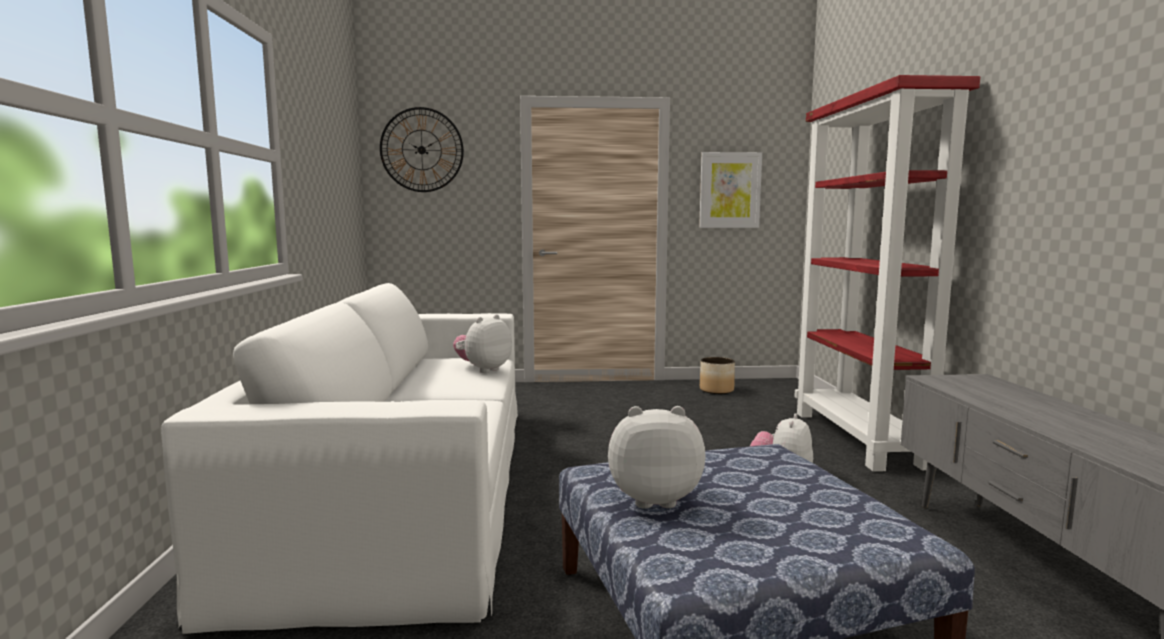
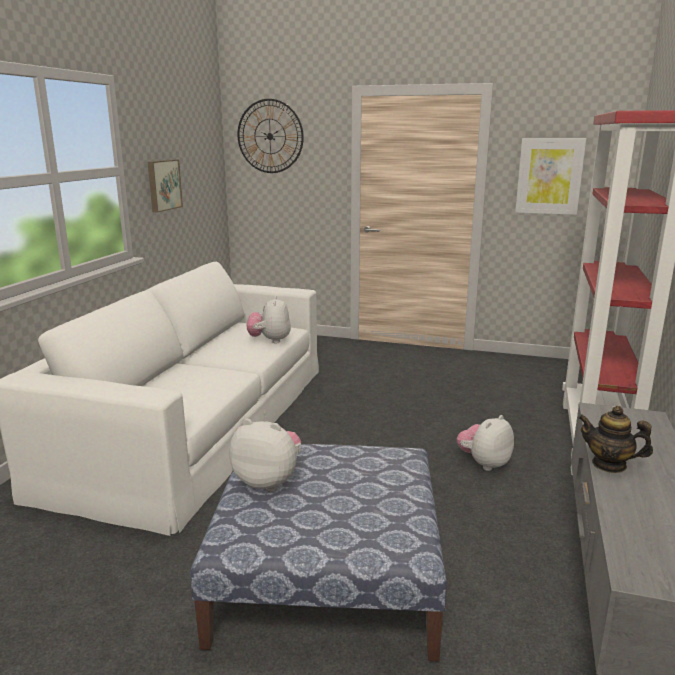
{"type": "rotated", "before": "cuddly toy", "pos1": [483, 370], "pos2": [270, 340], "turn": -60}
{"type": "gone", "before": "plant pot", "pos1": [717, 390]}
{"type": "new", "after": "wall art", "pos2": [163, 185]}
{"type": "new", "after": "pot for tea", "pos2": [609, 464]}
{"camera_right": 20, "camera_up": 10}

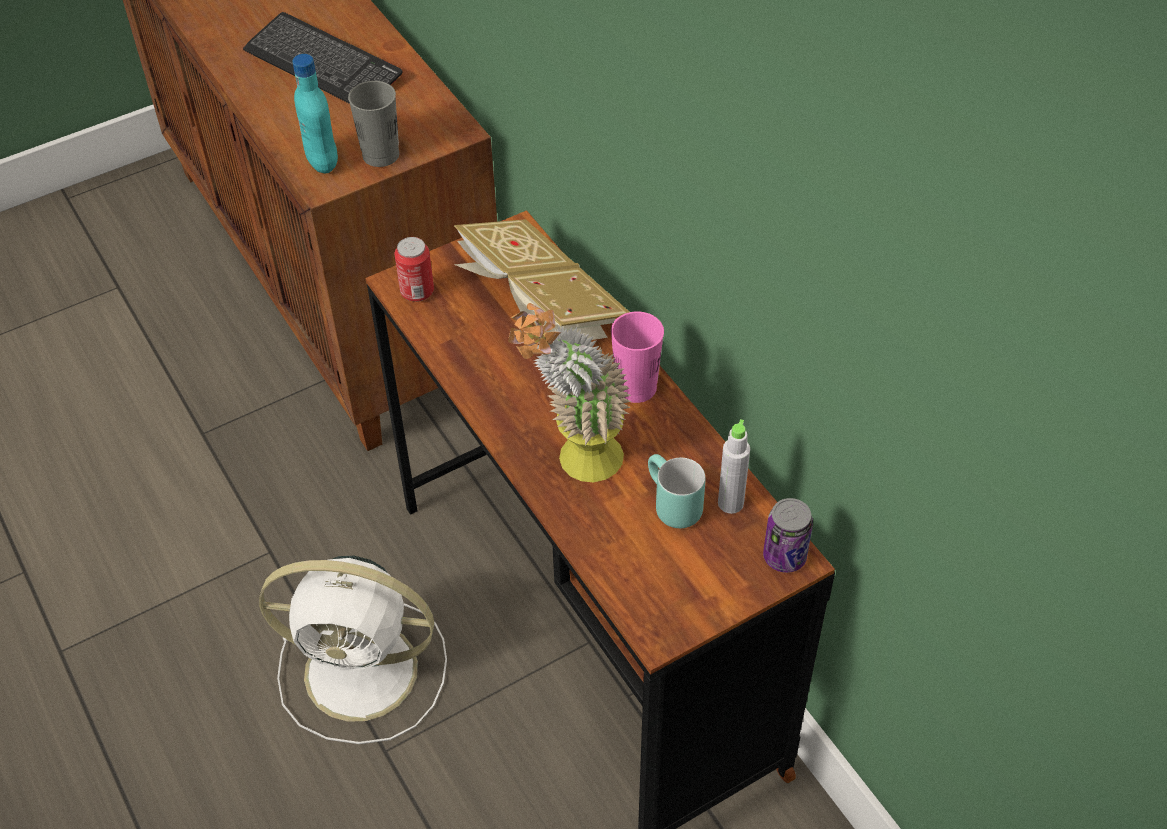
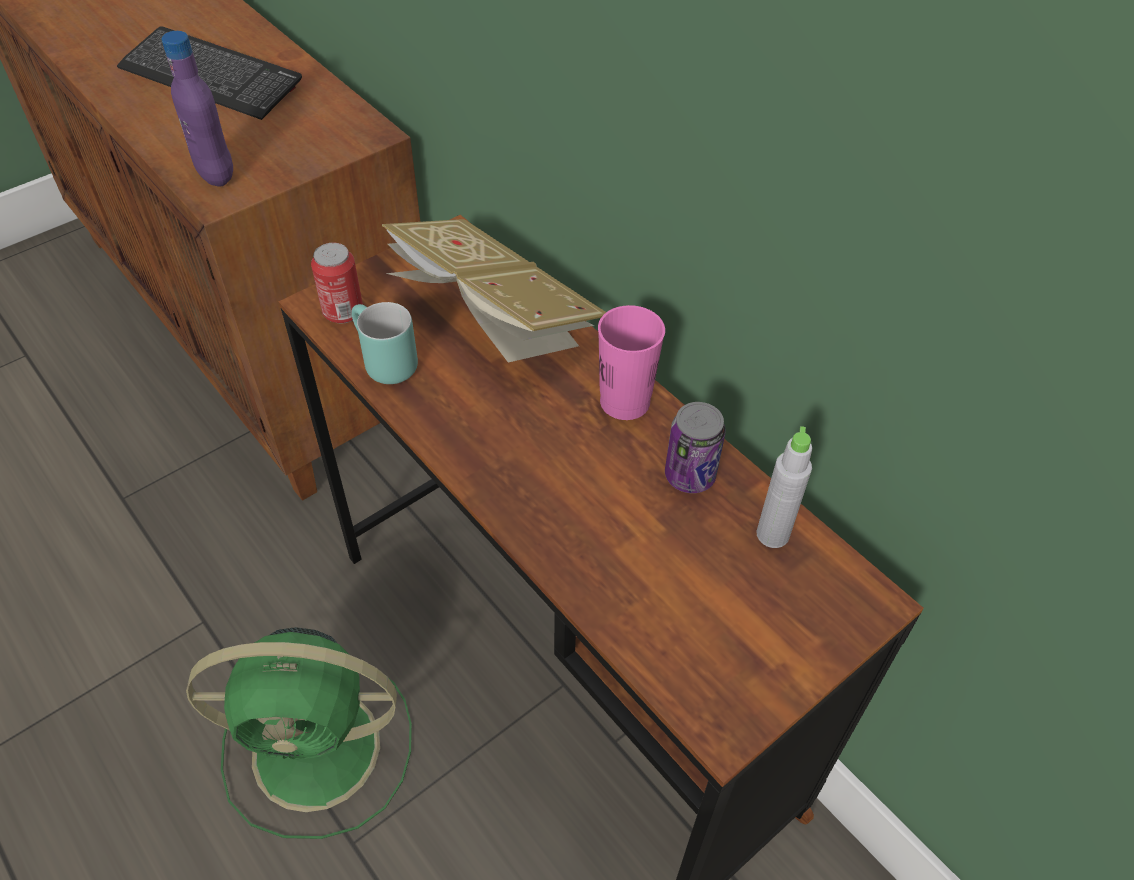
{"type": "repainted", "before": "blue-green beverage bottle", "after": "purple-coloured beverage bottle", "pos1": [322, 162], "pos2": [216, 174]}
{"type": "gone", "before": "grey cup", "pos1": [381, 155]}
{"type": "gone", "before": "plant in a pot", "pos1": [575, 464]}
{"type": "shifted", "before": "blue-green mug", "pos1": [669, 506], "pos2": [381, 363]}
{"type": "shifted", "before": "can", "pos1": [784, 557], "pos2": [689, 476]}
{"type": "repainted", "before": "whitish fan", "after": "greenish fan", "pos1": [366, 671], "pos2": [322, 748]}
{"camera_right": -10, "camera_up": 0}

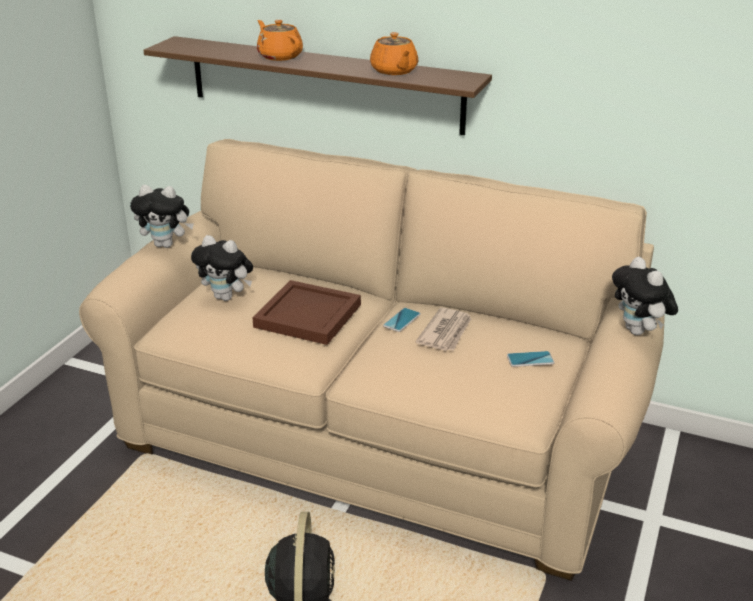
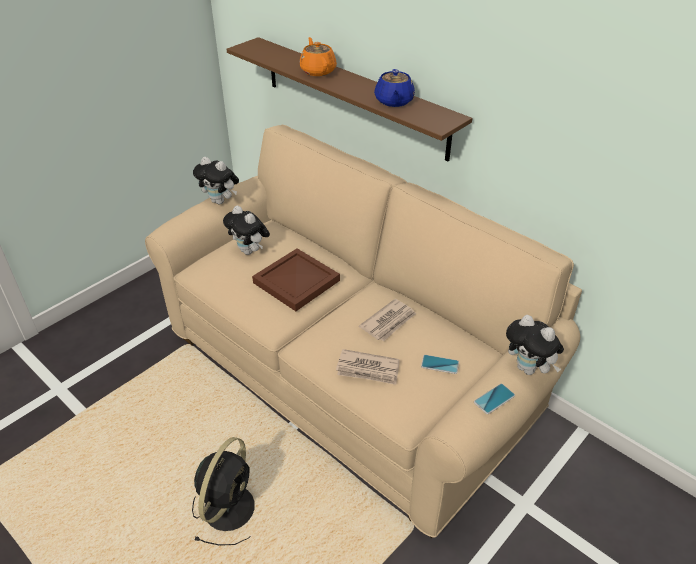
{"type": "repainted", "before": "orangey pot for tea", "after": "bluish pot for tea", "pos1": [394, 71], "pos2": [394, 101]}
{"type": "rotated", "before": "cuddly toy", "pos1": [639, 331], "pos2": [529, 369], "turn": -45}
{"type": "shifted", "before": "handset", "pos1": [402, 320], "pos2": [494, 399]}
{"type": "new", "after": "printed paper", "pos2": [368, 369]}
{"camera_right": 20, "camera_up": 10}

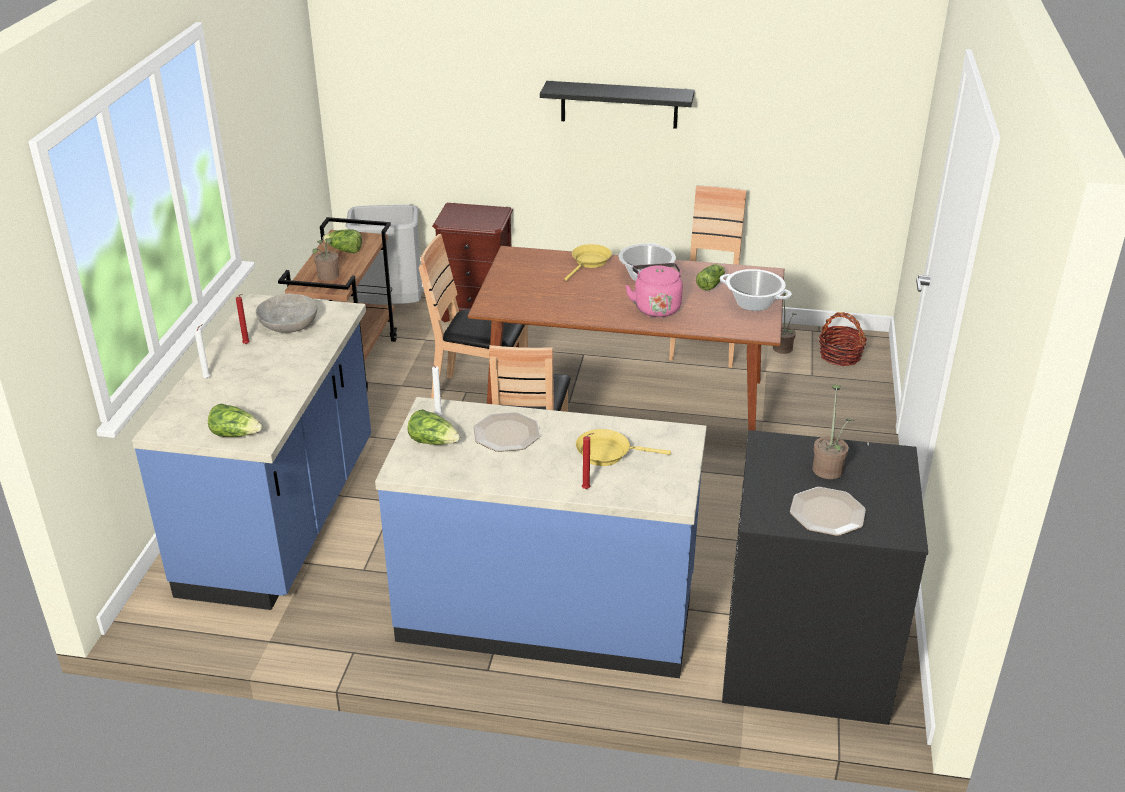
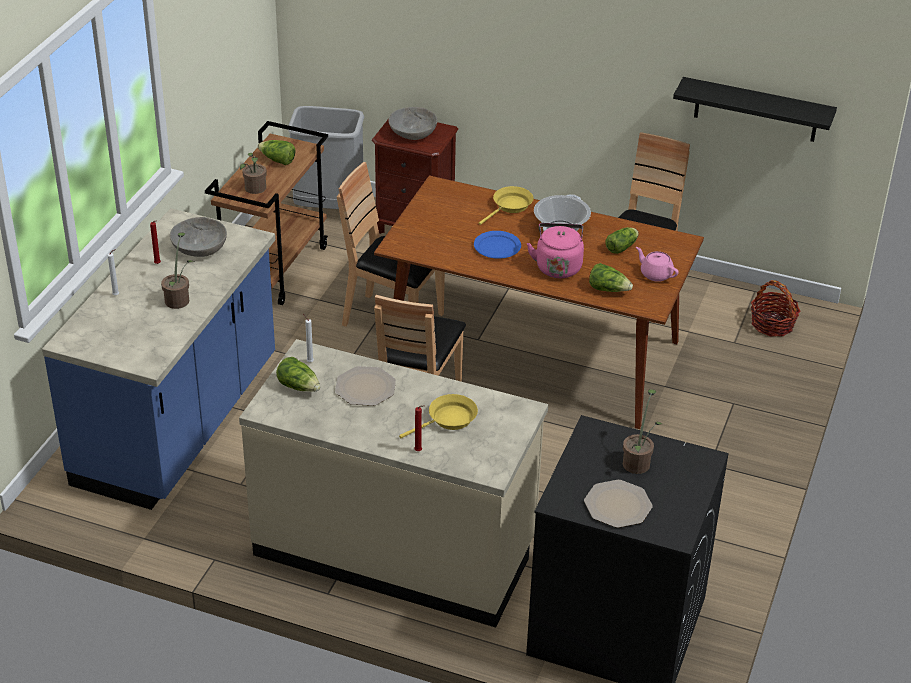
{"type": "shifted", "before": "black-coloured wall shelf", "pos1": [619, 104], "pos2": [756, 110]}
{"type": "swapped", "before": "stockpot", "after": "pink pot for tea", "pos1": [753, 303], "pos2": [655, 274]}
{"type": "shifted", "before": "plant in a pot", "pos1": [782, 346], "pos2": [179, 299]}
{"type": "repainted", "before": "bluish counter", "after": "beige counter", "pos1": [547, 612], "pos2": [395, 548]}
{"type": "shifted", "before": "head of lettuce", "pos1": [236, 434], "pos2": [608, 289]}
{"type": "rotated", "before": "yellow skillet", "pos1": [608, 454], "pos2": [449, 420], "turn": 135}
{"type": "new", "after": "grey bowl", "pos2": [412, 133]}
{"type": "new", "after": "bluish plate", "pos2": [496, 247]}
{"camera_right": 10, "camera_up": 5}

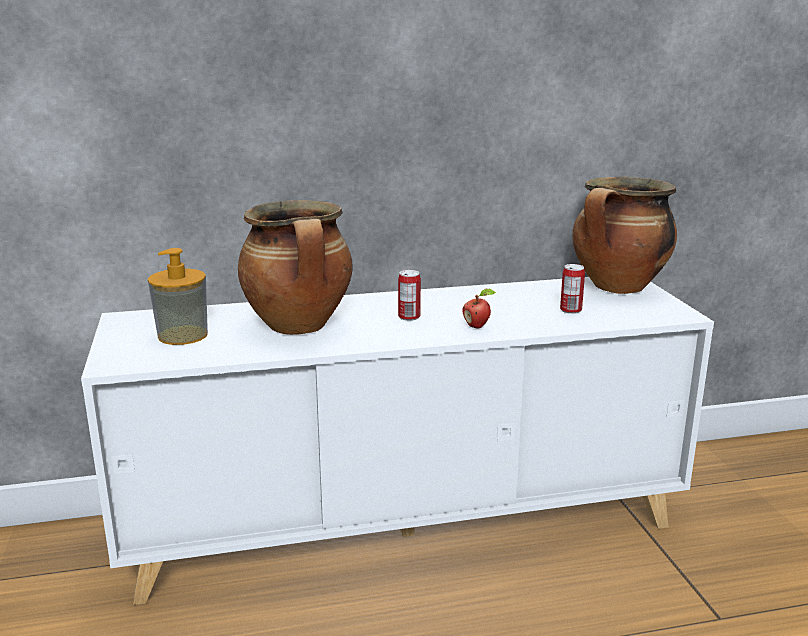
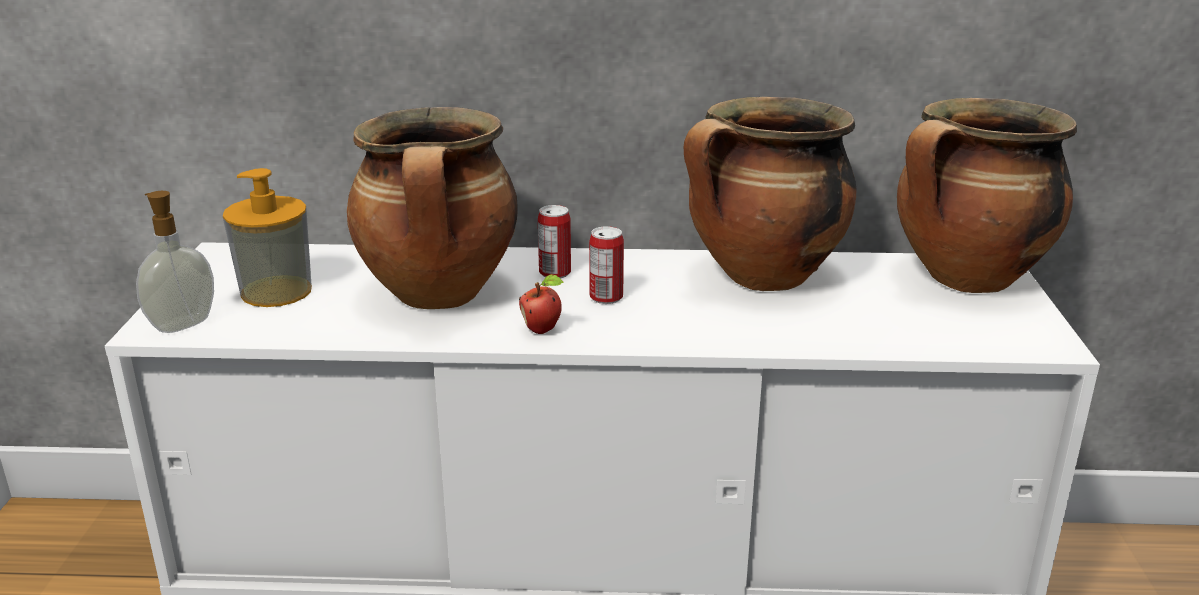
{"type": "shifted", "before": "can", "pos1": [570, 310], "pos2": [555, 273]}
{"type": "shifted", "before": "apple", "pos1": [477, 326], "pos2": [543, 330]}
{"type": "new", "after": "stockpot", "pos2": [763, 278]}
{"type": "new", "after": "soap bottle", "pos2": [182, 324]}
{"camera_right": 15, "camera_up": 5}

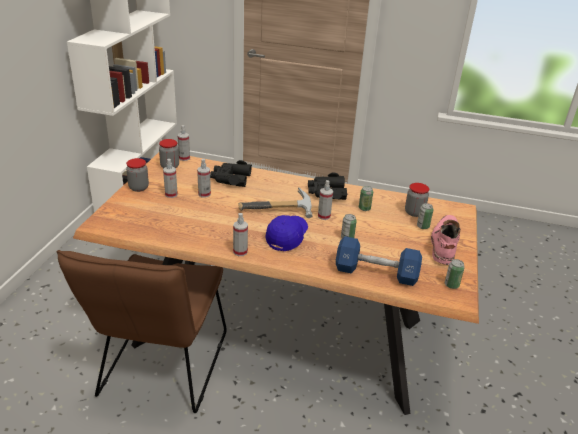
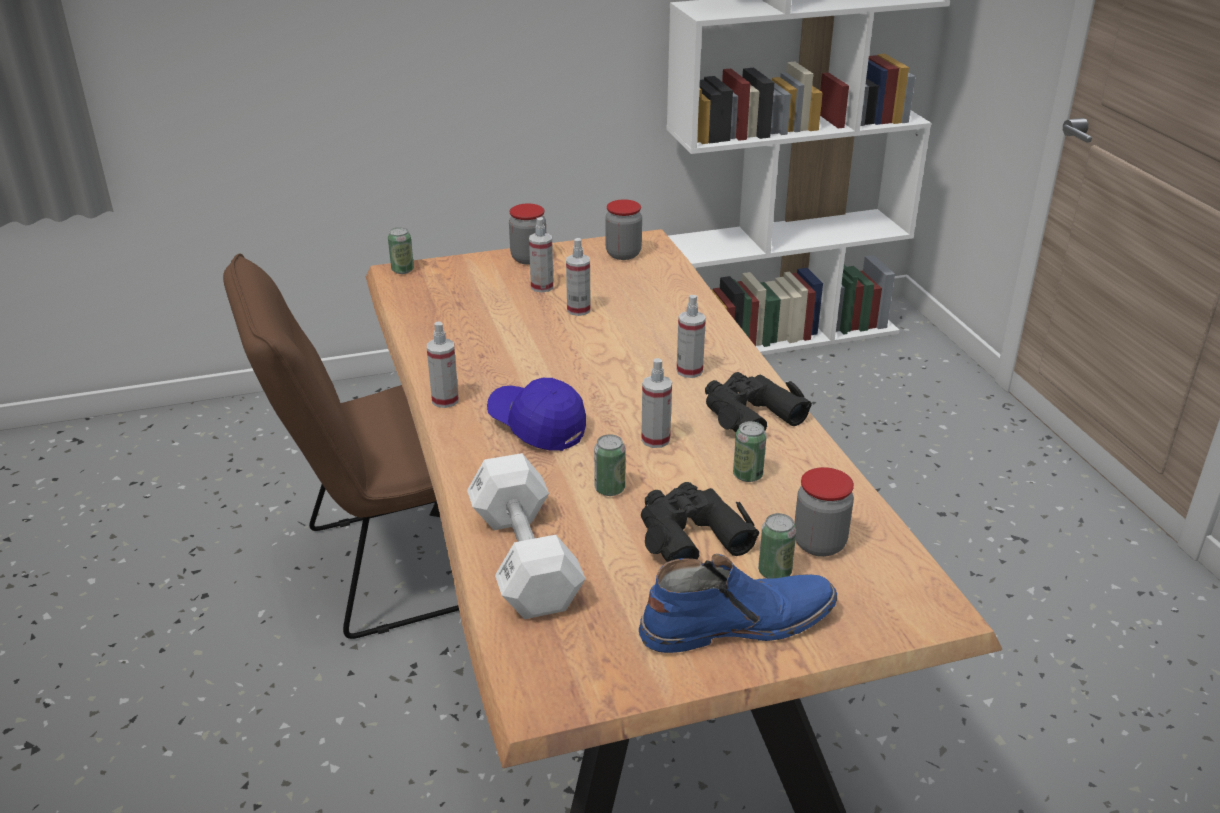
{"type": "shifted", "before": "spray bottle", "pos1": [184, 158], "pos2": [689, 371]}
{"type": "shifted", "before": "black-coloured field glasses", "pos1": [230, 178], "pos2": [690, 534]}
{"type": "gone", "before": "hammer", "pos1": [278, 213]}
{"type": "rotated", "before": "bluish peaked cap", "pos1": [287, 237], "pos2": [537, 426], "turn": -135}
{"type": "repainted", "before": "pink tall boot", "after": "bluish tall boot", "pos1": [444, 244], "pos2": [736, 622]}
{"type": "repainted", "before": "bluish hand weight", "after": "whitish hand weight", "pos1": [376, 273], "pos2": [524, 559]}
{"type": "shifted", "before": "can", "pos1": [451, 285], "pos2": [402, 270]}
{"camera_right": 60, "camera_up": 0}

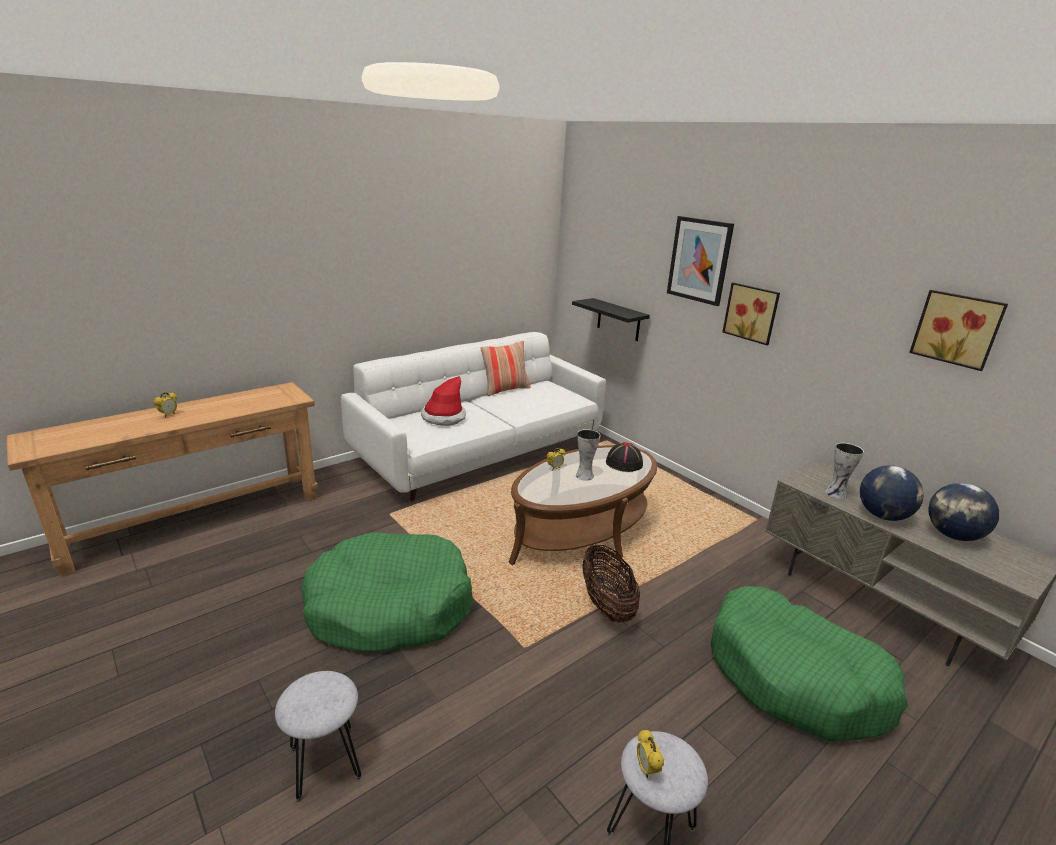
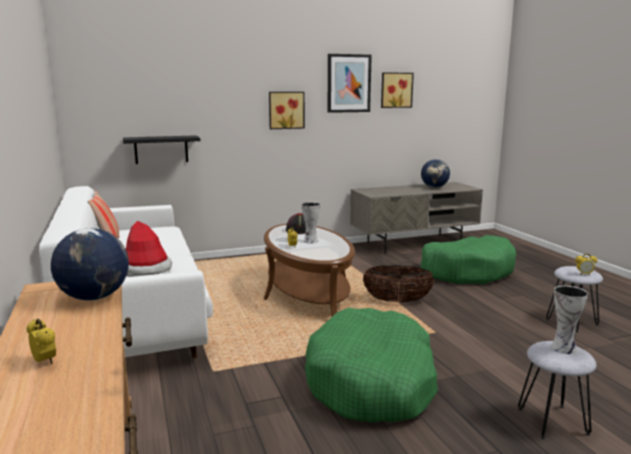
{"type": "shifted", "before": "wall art", "pos1": [699, 260], "pos2": [348, 83]}
{"type": "shifted", "before": "flower vase", "pos1": [837, 494], "pos2": [564, 348]}
{"type": "shifted", "before": "world globe", "pos1": [882, 516], "pos2": [94, 297]}
{"camera_right": -70, "camera_up": -10}

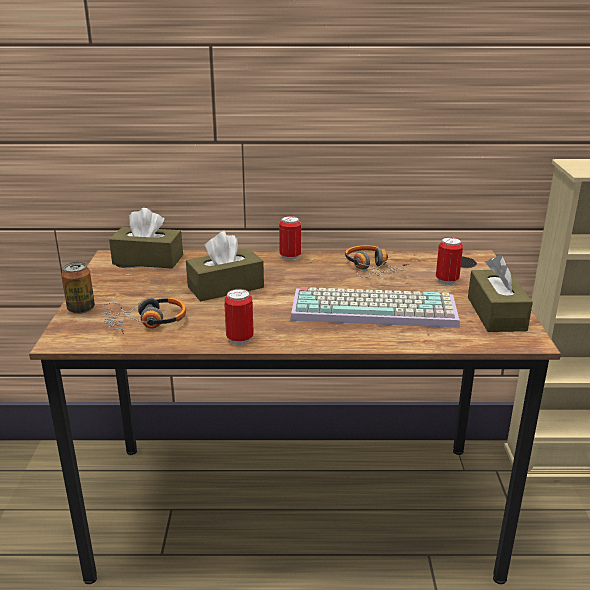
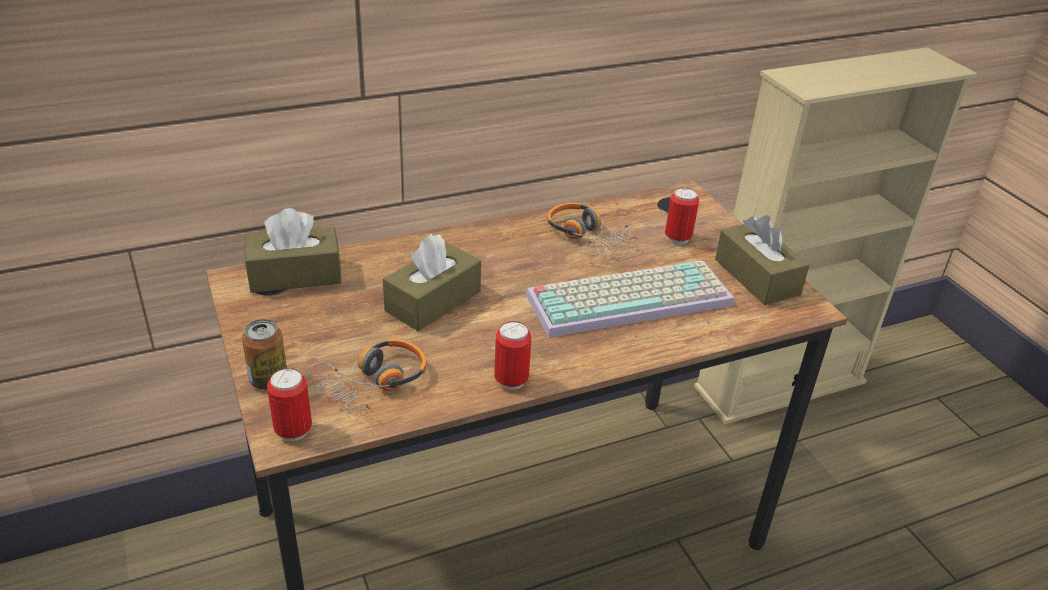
{"type": "shifted", "before": "can", "pos1": [290, 257], "pos2": [293, 430]}
{"camera_right": -25, "camera_up": 10}

